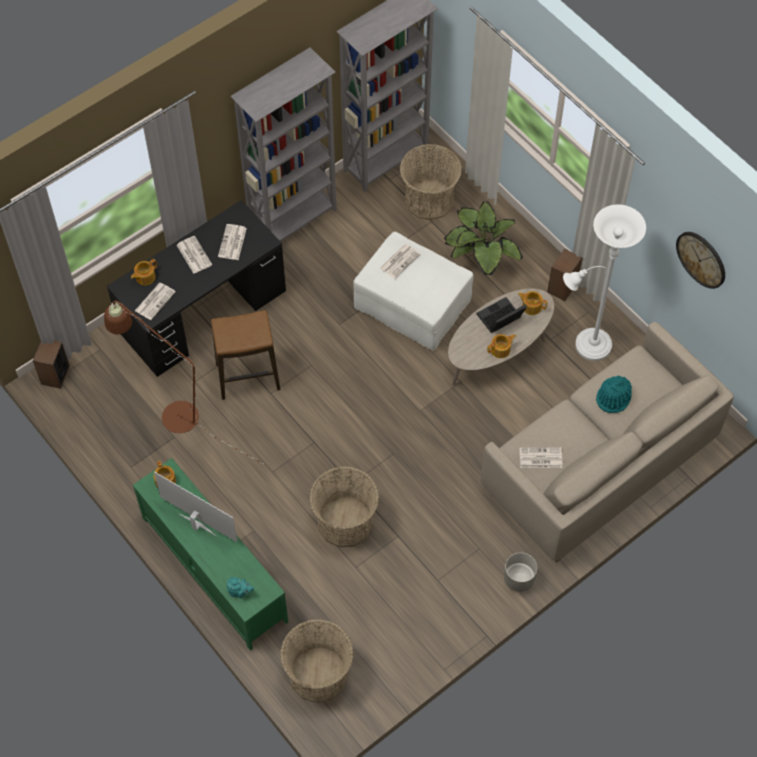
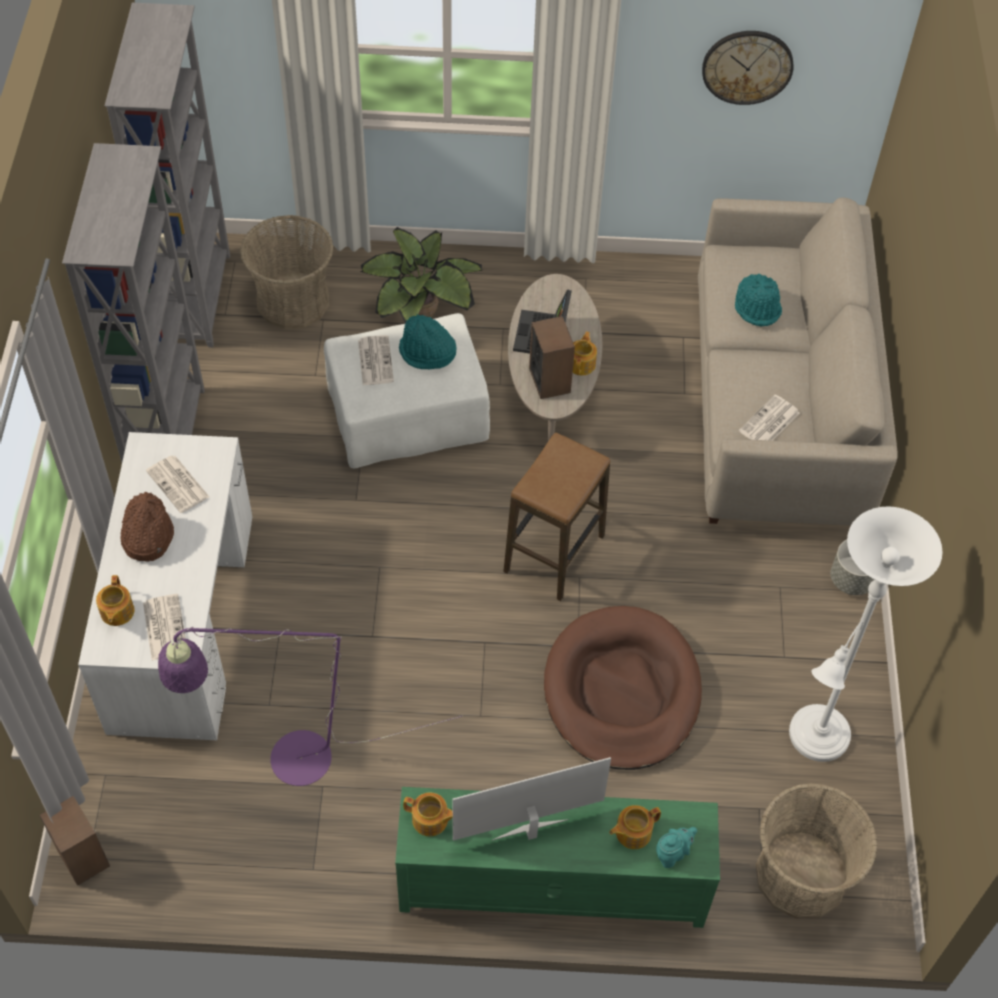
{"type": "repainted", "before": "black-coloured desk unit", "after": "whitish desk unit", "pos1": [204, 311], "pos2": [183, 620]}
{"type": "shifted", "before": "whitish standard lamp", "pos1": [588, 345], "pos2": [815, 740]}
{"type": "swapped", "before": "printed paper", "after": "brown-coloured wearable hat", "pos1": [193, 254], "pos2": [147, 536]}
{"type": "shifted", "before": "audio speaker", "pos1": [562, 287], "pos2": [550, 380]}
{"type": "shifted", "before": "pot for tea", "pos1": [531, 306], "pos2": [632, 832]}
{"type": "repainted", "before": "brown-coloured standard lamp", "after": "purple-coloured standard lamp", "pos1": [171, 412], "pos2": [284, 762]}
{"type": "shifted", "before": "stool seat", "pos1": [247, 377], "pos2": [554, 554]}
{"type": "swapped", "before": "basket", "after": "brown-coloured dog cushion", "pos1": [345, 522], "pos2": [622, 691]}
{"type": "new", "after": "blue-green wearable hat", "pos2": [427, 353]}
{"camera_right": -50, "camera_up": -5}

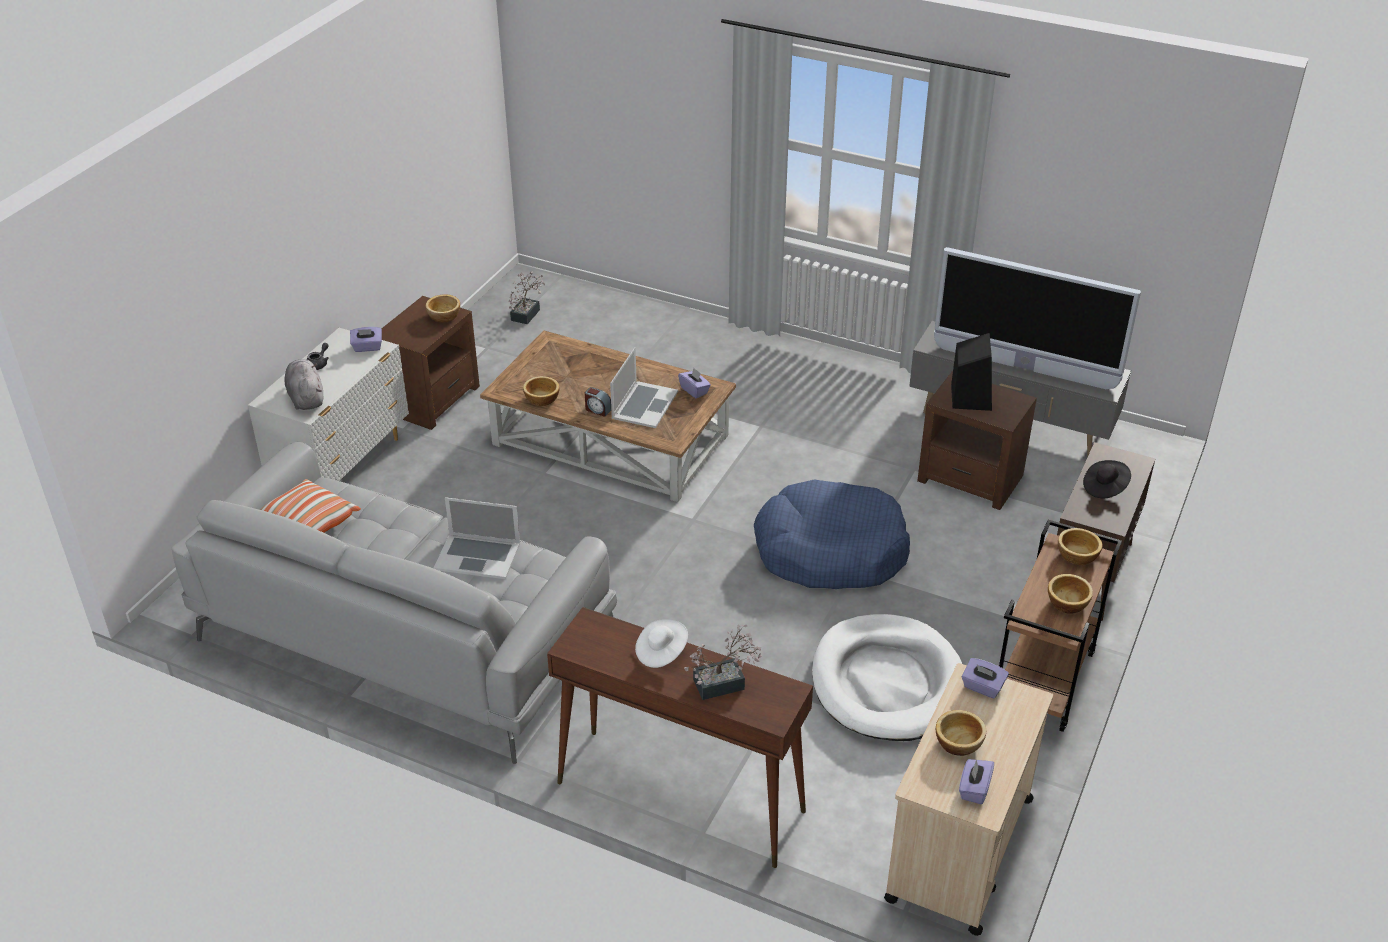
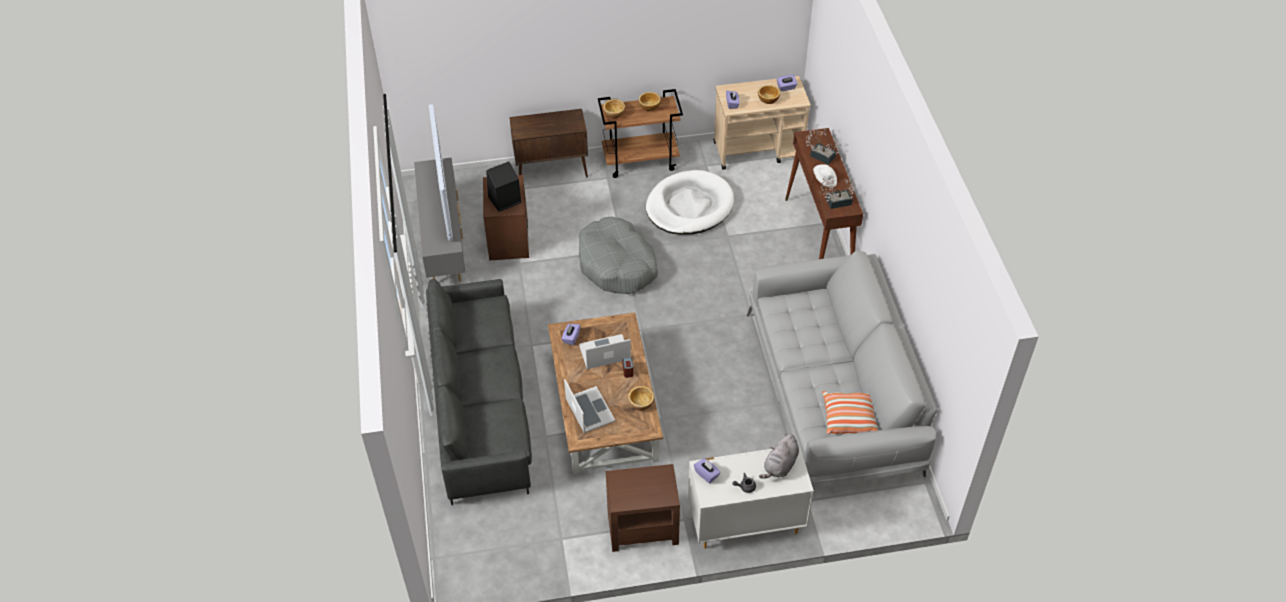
{"type": "shifted", "before": "plant in a pot", "pos1": [527, 313], "pos2": [835, 202]}
{"type": "gone", "before": "bowl", "pos1": [444, 316]}
{"type": "gone", "before": "black-coloured wearable hat", "pos1": [1105, 487]}
{"type": "repainted", "before": "bluish dog cushion", "after": "grey dog cushion", "pos1": [830, 551], "pos2": [617, 265]}
{"type": "shifted", "before": "laptop", "pos1": [477, 556], "pos2": [589, 410]}
{"type": "new", "after": "grey couch", "pos2": [482, 408]}
{"camera_right": -125, "camera_up": 10}

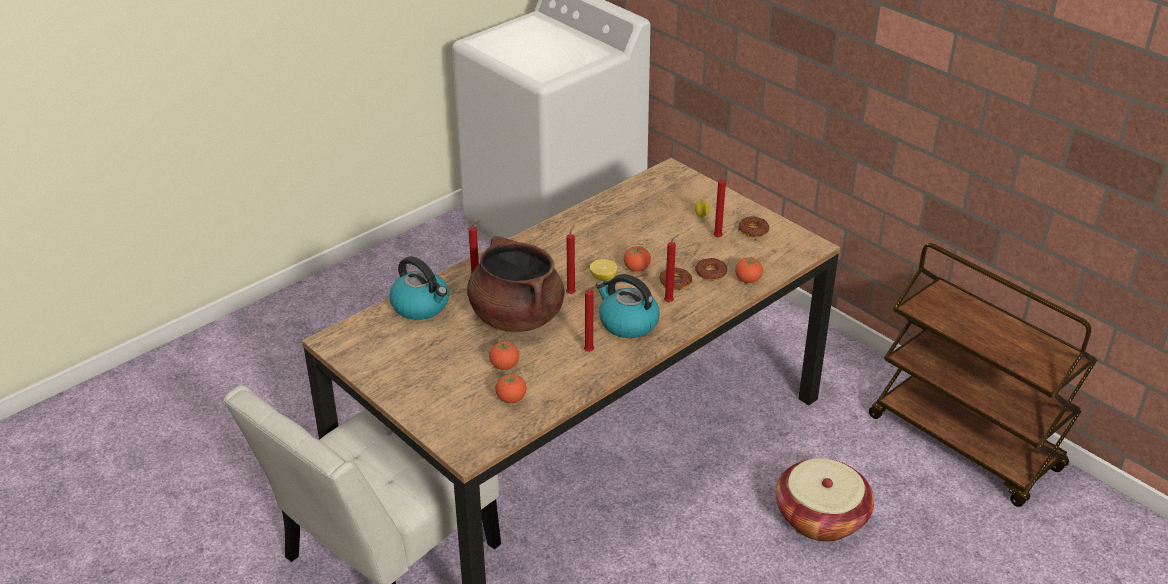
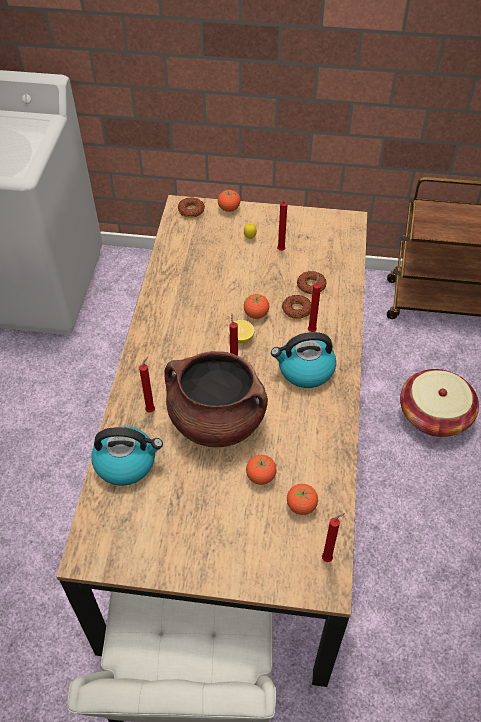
{"type": "shifted", "before": "ring doughnut", "pos1": [753, 230], "pos2": [191, 210]}
{"type": "shifted", "before": "fresh tomato", "pos1": [748, 280], "pos2": [229, 208]}
{"type": "shifted", "before": "red-coloured candle", "pos1": [590, 352], "pos2": [328, 558]}
{"camera_right": -40, "camera_up": 15}

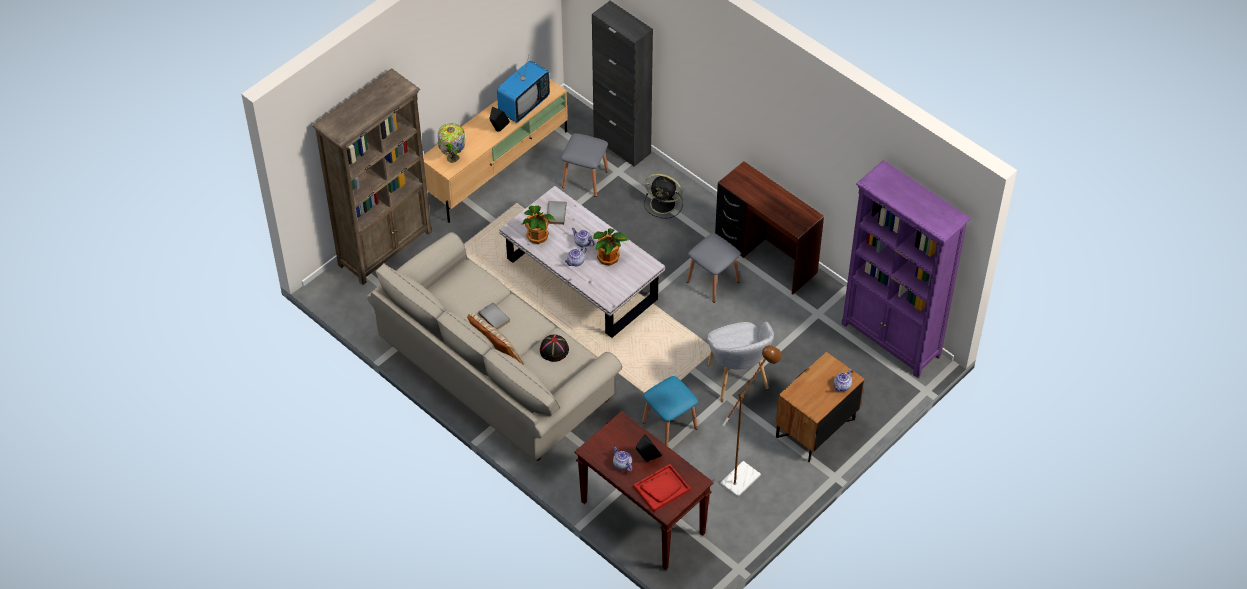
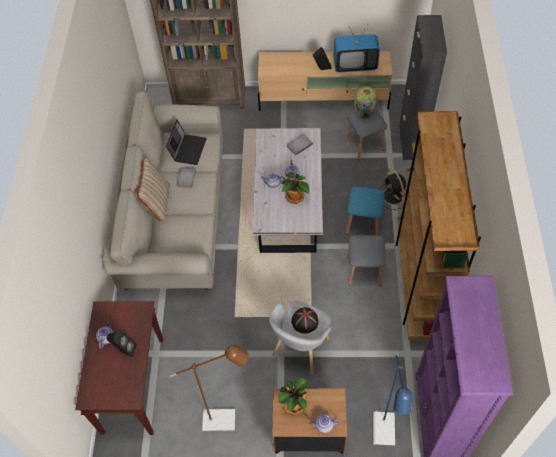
{"type": "shifted", "before": "tabletop lamp", "pos1": [452, 159], "pos2": [364, 116]}
{"type": "swapped", "before": "brown-coloured desk unit", "after": "brown-coloured bookcase", "pos1": [765, 256], "pos2": [418, 283]}
{"type": "shifted", "before": "plant in a pot", "pos1": [538, 236], "pos2": [294, 405]}
{"type": "shifted", "before": "black-coloured wearable hat", "pos1": [554, 350], "pos2": [304, 321]}
{"type": "shifted", "before": "bluish stool seat", "pos1": [669, 425], "pos2": [363, 223]}
{"type": "gone", "before": "red-coloured serving tray", "pos1": [661, 488]}
{"type": "new", "after": "laptop", "pos2": [188, 149]}
{"type": "new", "after": "bluish standard lamp", "pos2": [384, 435]}
{"camera_right": 50, "camera_up": 5}

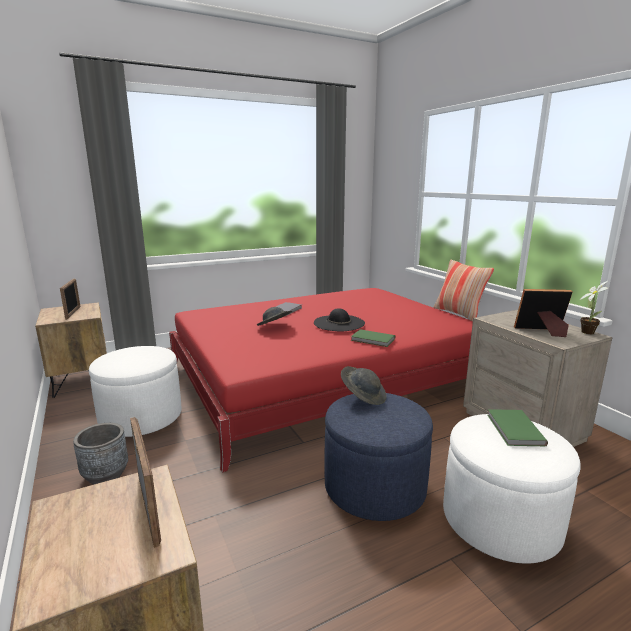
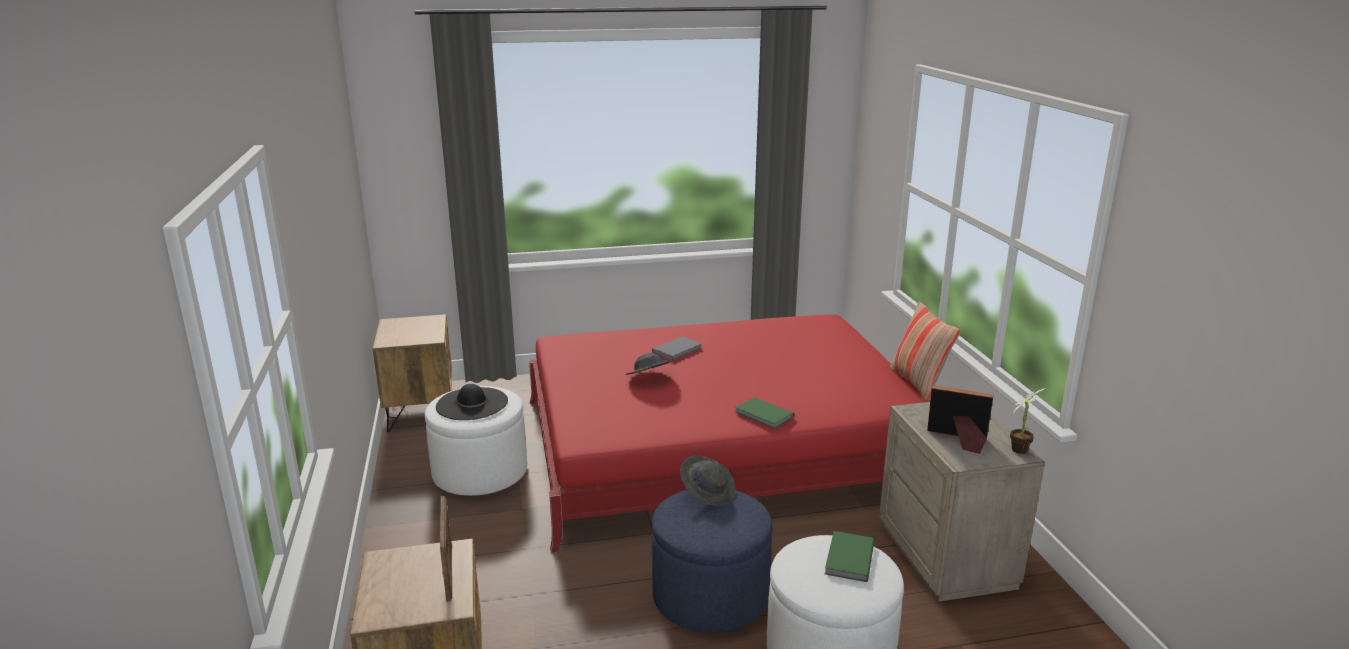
{"type": "gone", "before": "standing frame", "pos1": [73, 313]}
{"type": "shifted", "before": "black-coloured wearable hat", "pos1": [339, 323], "pos2": [472, 404]}
{"type": "gone", "before": "grey plant pot", "pos1": [105, 475]}
{"camera_right": 15, "camera_up": 5}

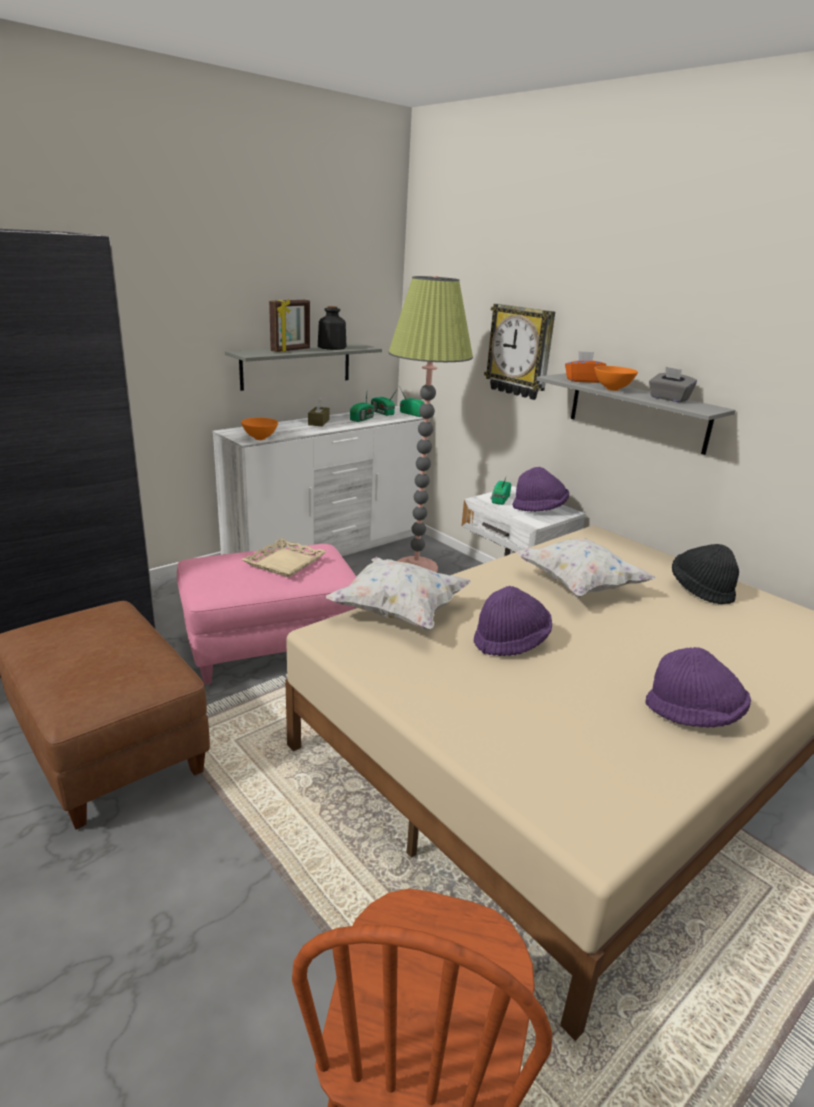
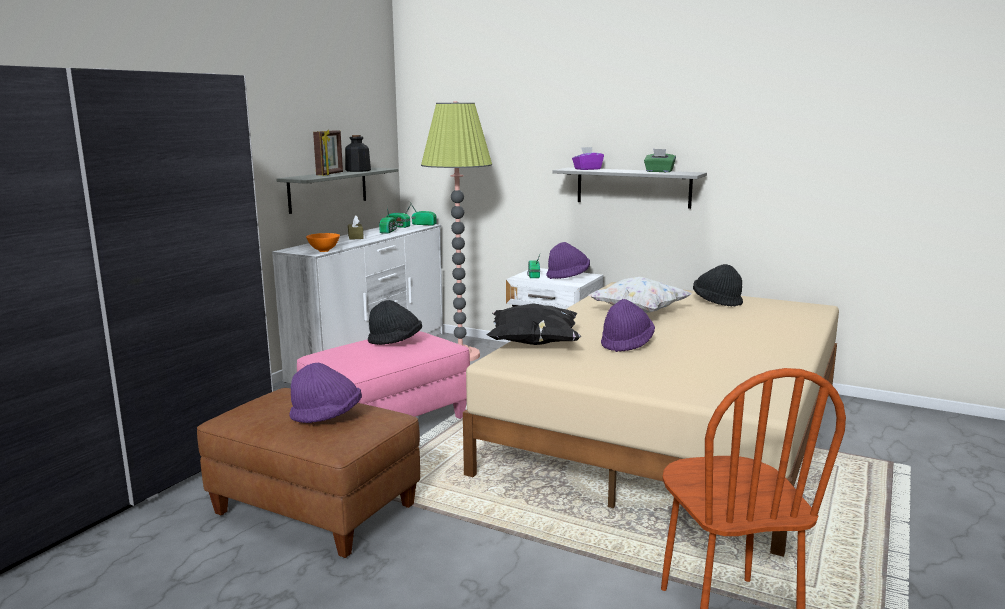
{"type": "gone", "before": "wall clock", "pos1": [520, 351]}
{"type": "repainted", "before": "orangey tissue holder", "after": "purple-coloured tissue holder", "pos1": [582, 380], "pos2": [587, 169]}
{"type": "gone", "before": "orangey bowl", "pos1": [613, 389]}
{"type": "repainted", "before": "grey tissue holder", "after": "greenish tissue holder", "pos1": [668, 399], "pos2": [659, 171]}
{"type": "swapped", "before": "beige serving tray", "after": "black-coloured wearable hat", "pos1": [284, 562], "pos2": [396, 342]}
{"type": "repainted", "before": "whitish pillow", "after": "black-coloured pillow", "pos1": [398, 612], "pos2": [533, 344]}
{"type": "shifted", "before": "purple-coloured wearable hat", "pos1": [693, 714], "pos2": [327, 417]}
{"camera_right": -20, "camera_up": -10}

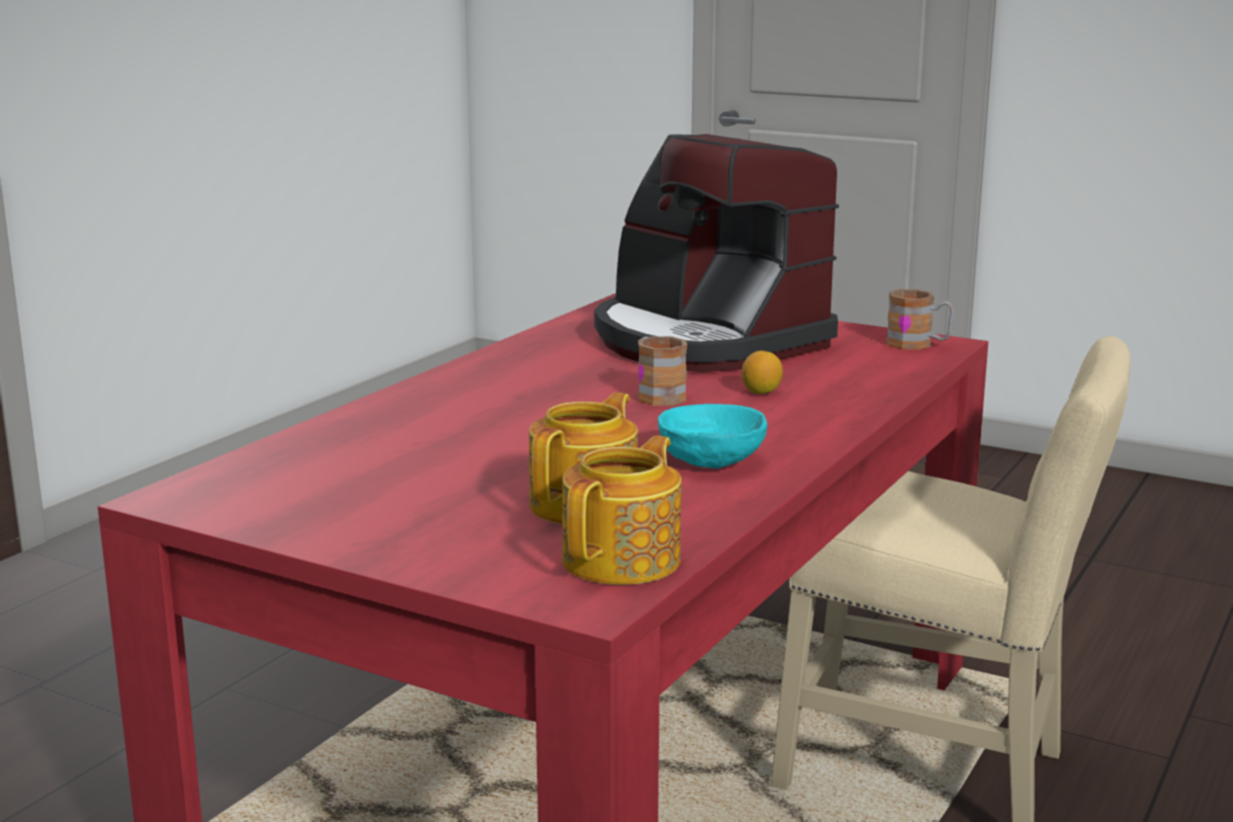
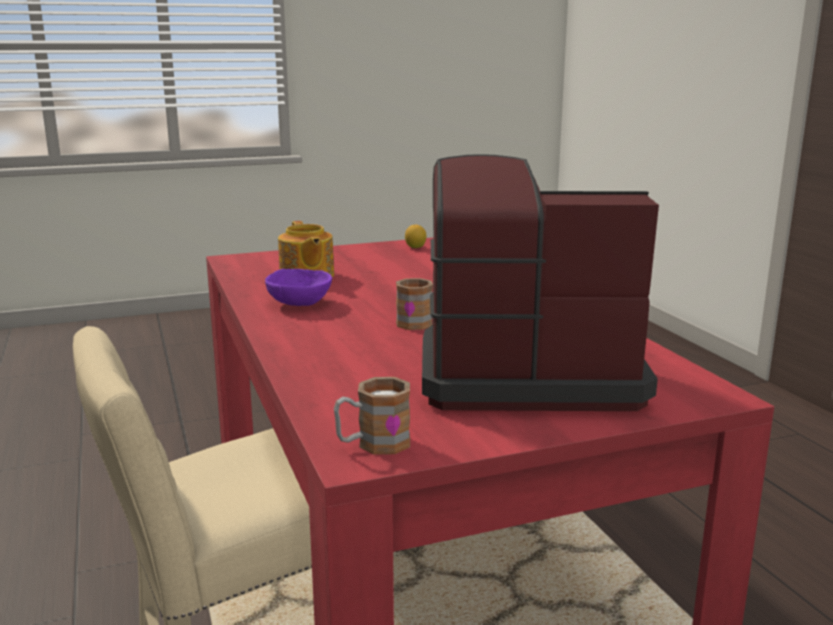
{"type": "shifted", "before": "whole lemon", "pos1": [761, 392], "pos2": [415, 247]}
{"type": "repainted", "before": "blue-green bowl", "after": "purple-coloured bowl", "pos1": [711, 462], "pos2": [299, 303]}
{"type": "gone", "before": "pot for tea", "pos1": [624, 560]}
{"camera_right": 130, "camera_up": 0}

